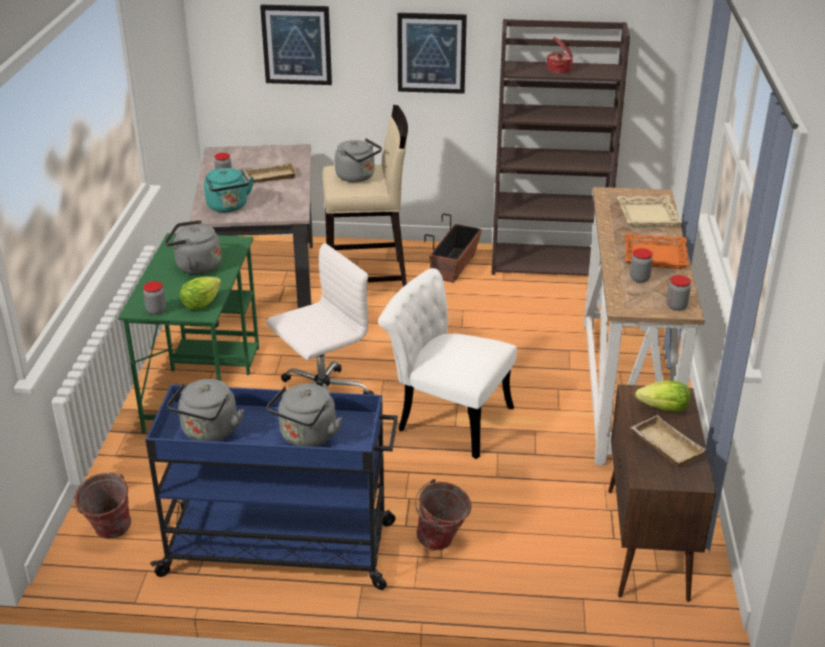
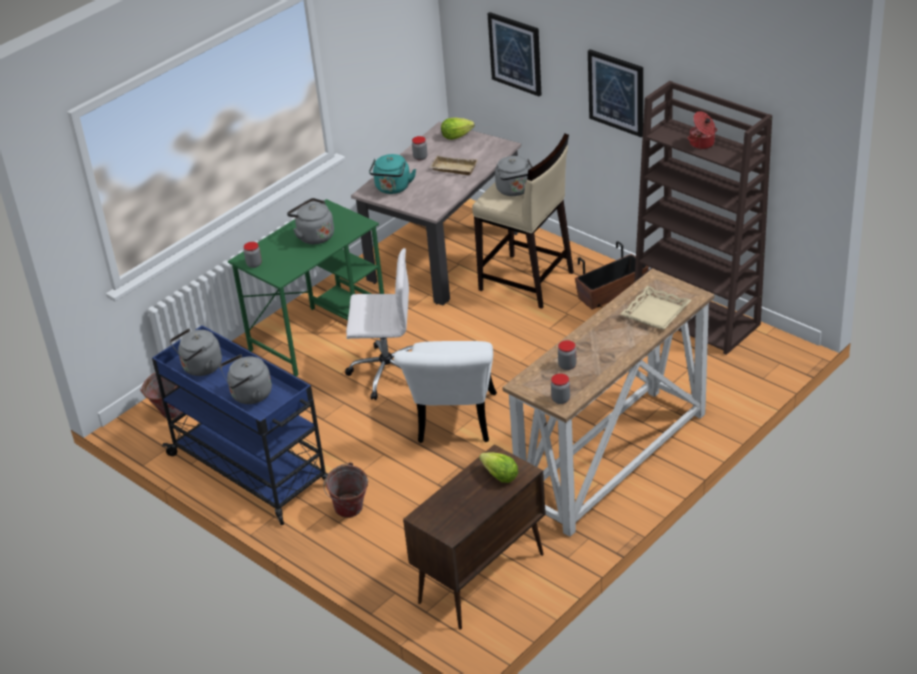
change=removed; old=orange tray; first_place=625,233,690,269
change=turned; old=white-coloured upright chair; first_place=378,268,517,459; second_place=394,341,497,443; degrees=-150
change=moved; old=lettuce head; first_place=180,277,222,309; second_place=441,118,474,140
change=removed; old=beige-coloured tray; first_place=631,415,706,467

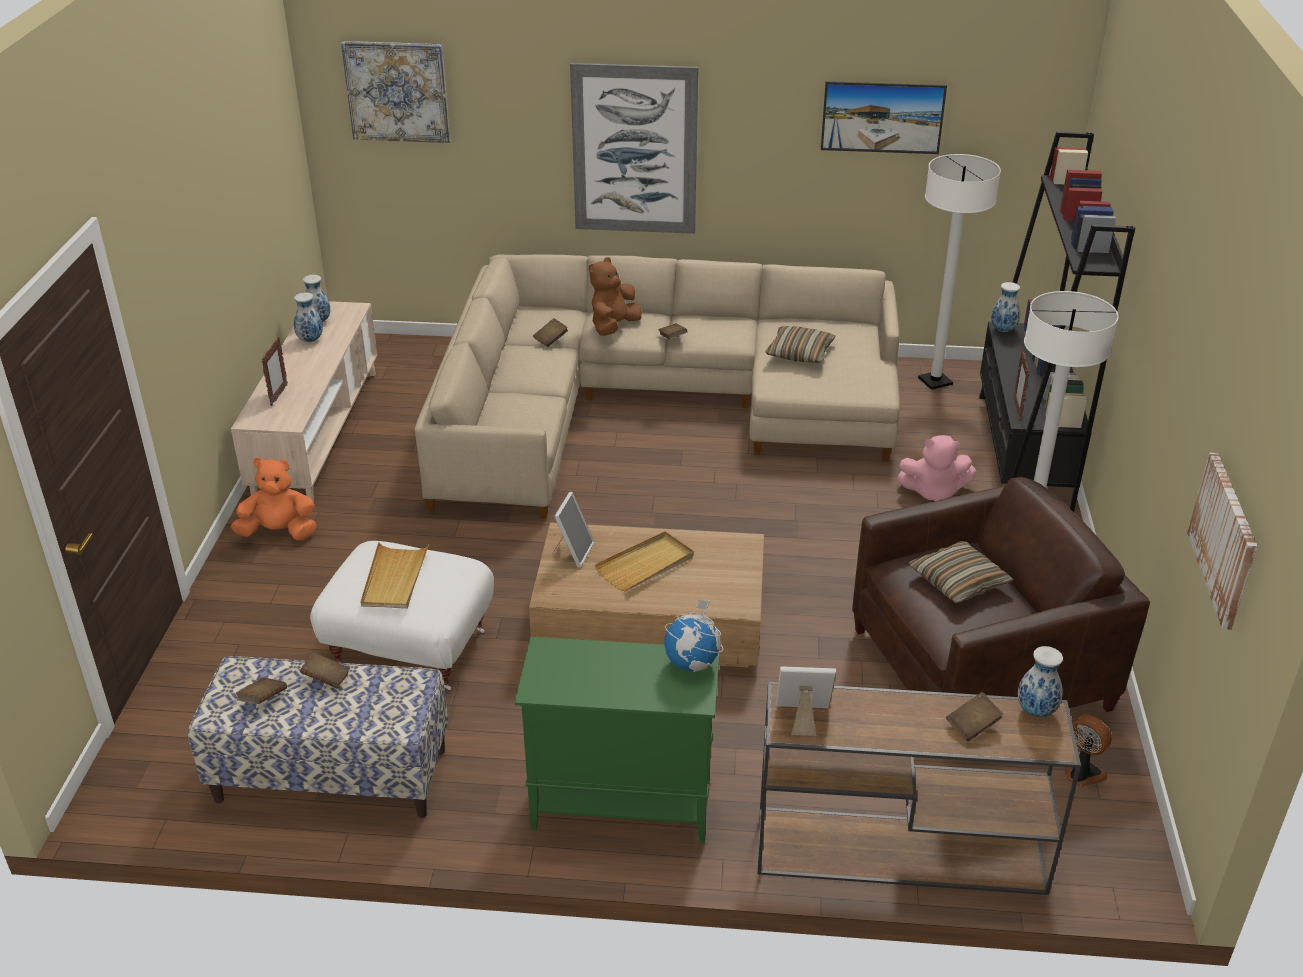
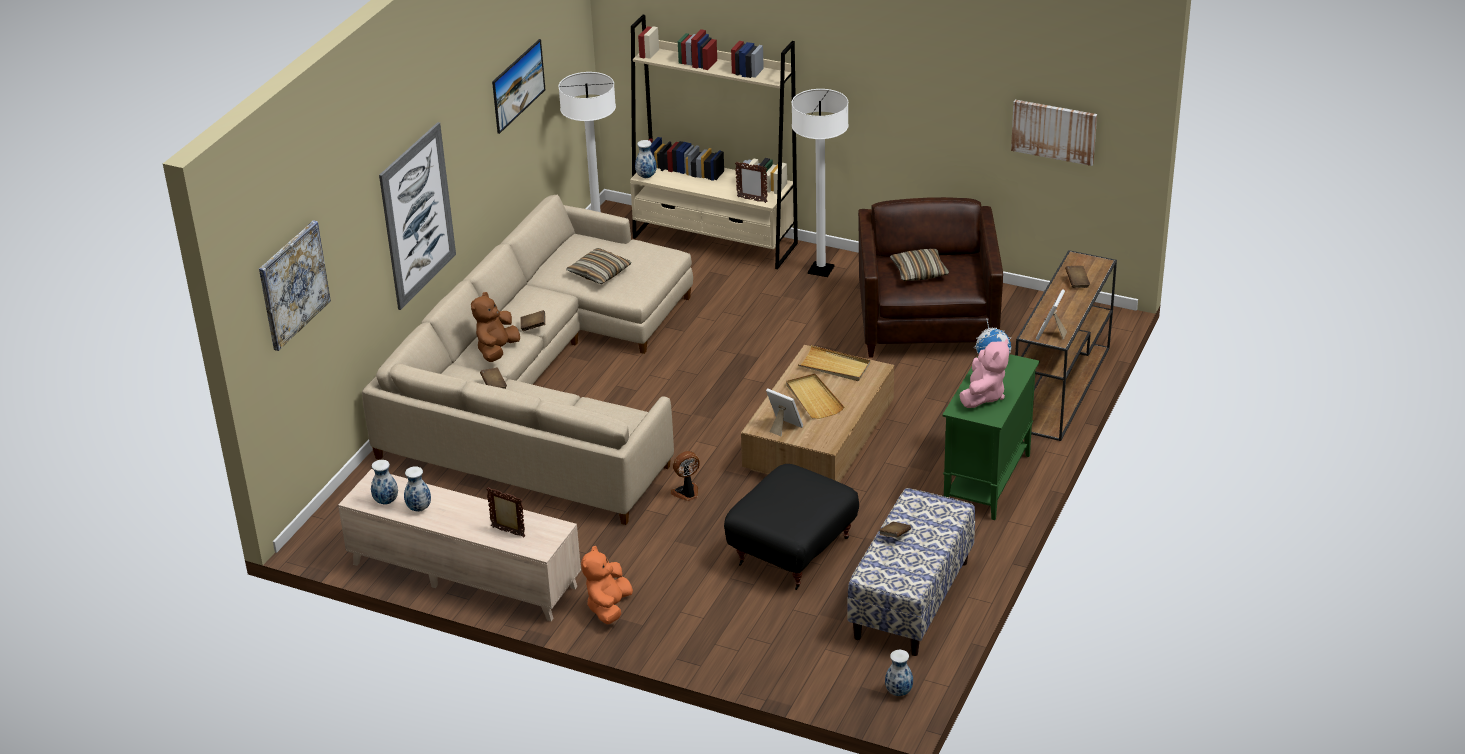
change=recoloured; old=black-coloured bookshelf; new=beige-coloured bookshelf; first_place=979,131,1135,512; second_place=630,15,798,269
change=turned; old=brownish plush toy; first_place=589,257,642,336; second_place=471,292,520,362; degrees=60
change=moved; old=pink plush toy; first_place=897,435,976,501; second_place=960,339,1009,408
change=recoloured; old=white-coloured pouffe; new=black-coloured pouffe; first_place=310,541,494,690; second_place=724,464,859,590
change=moved; old=beige-coloured tray; first_place=361,542,429,609; second_place=798,345,870,381
change=moved; old=flower vase; first_place=1017,646,1063,717; second_place=885,650,913,696
change=removed; old=brownish volume; first_place=236,677,287,704
change=moved; old=electric fan; first_place=1065,715,1112,787; second_place=670,451,700,501

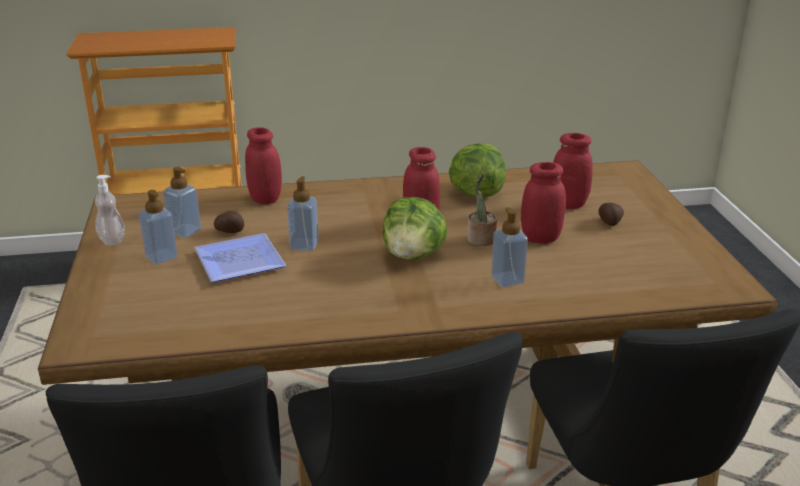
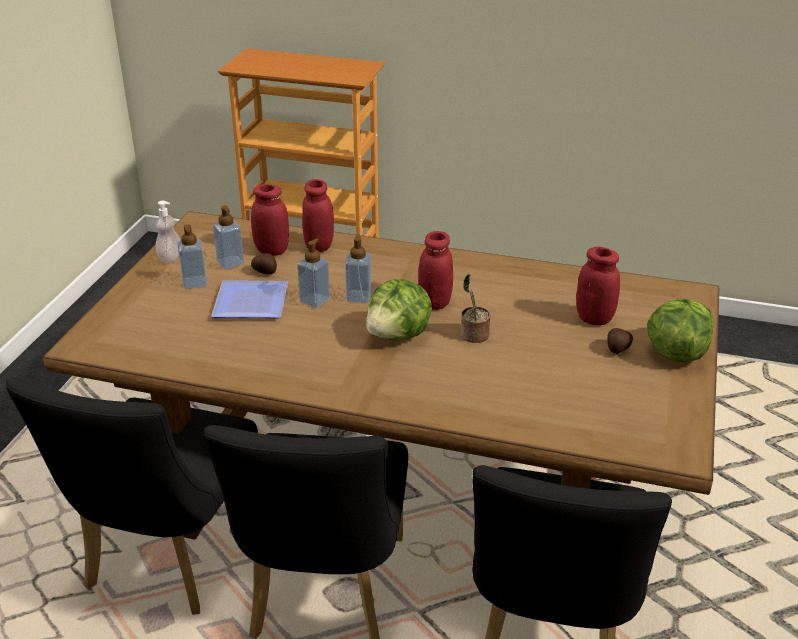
change=moved; old=lettuce head; first_place=449,143,506,198; second_place=647,299,714,363
change=moved; old=red-coloured preserve jar; first_place=521,162,566,244; second_place=251,184,289,256
change=moved; old=liquid soap bottle; first_place=491,207,528,287; second_place=345,234,372,303

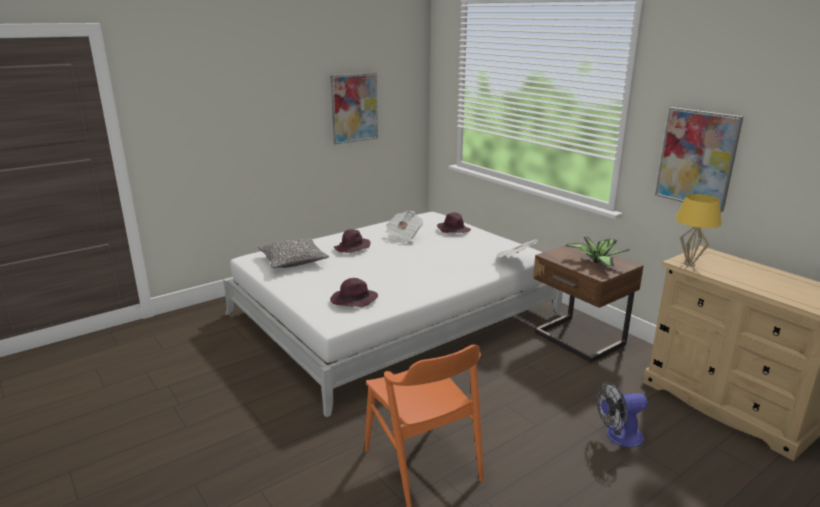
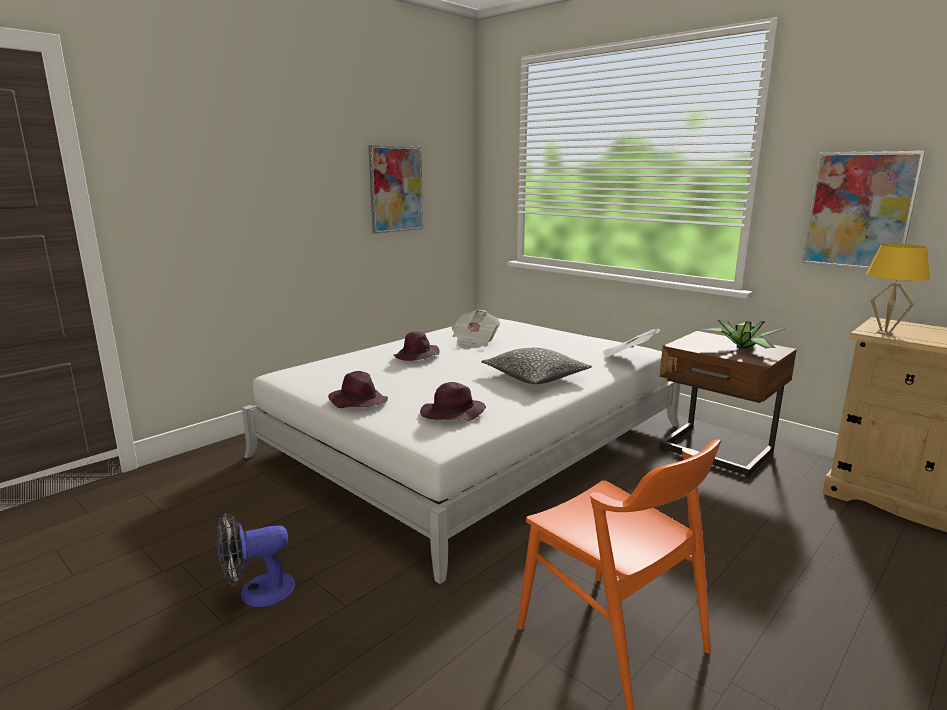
change=moved; old=purple-coloured hat; first_place=437,212,471,233; second_place=328,371,388,408
change=moved; old=cushion; first_place=258,238,329,268; second_place=482,348,592,384
change=moved; old=electric fan; first_place=596,382,648,447; second_place=217,513,295,607

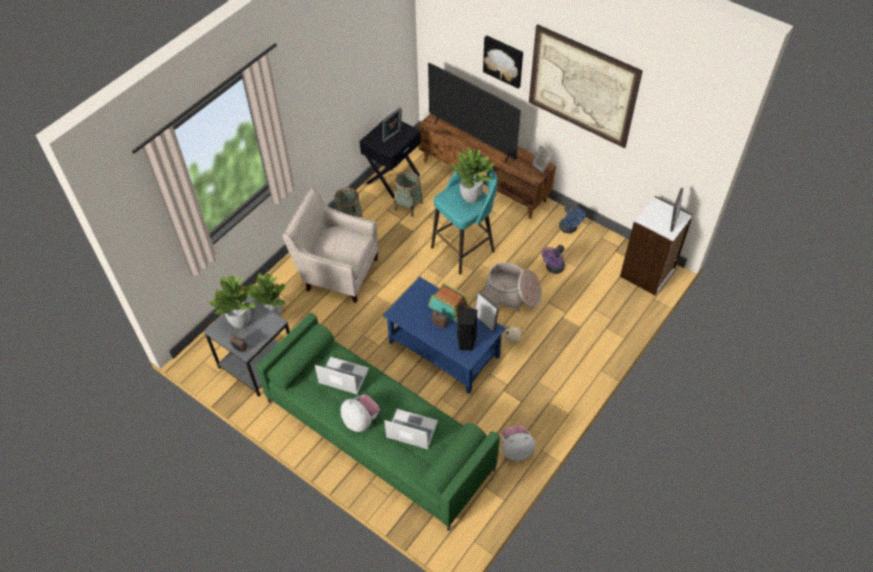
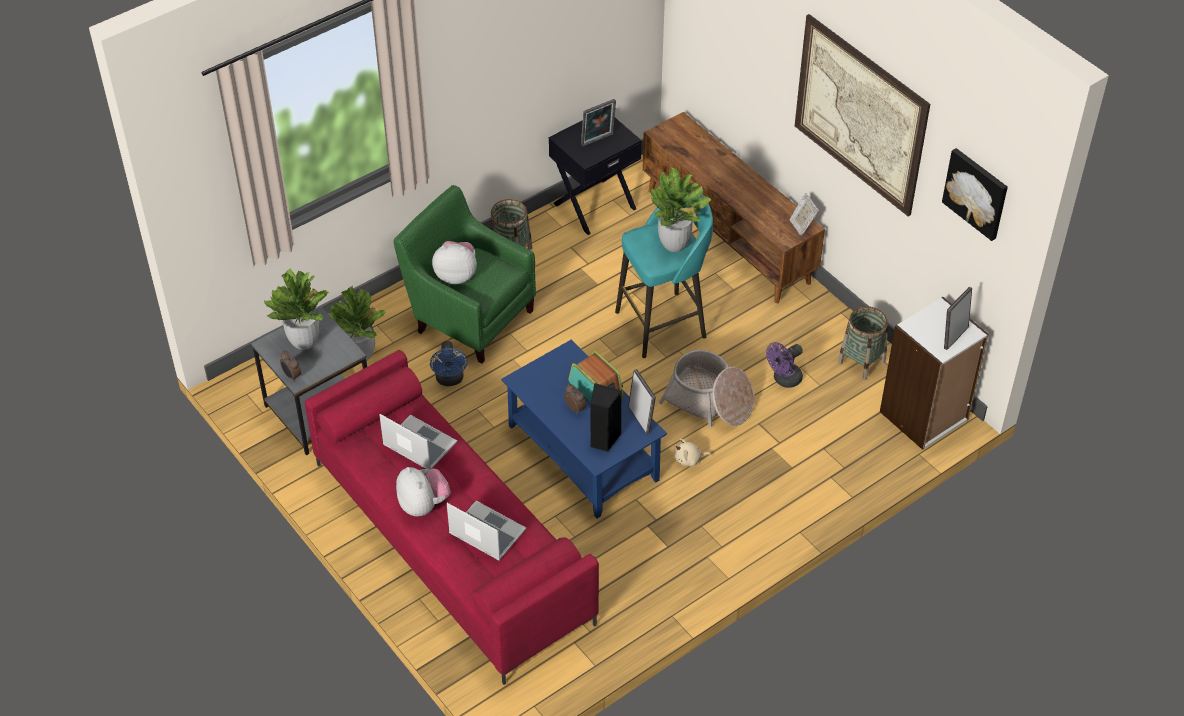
change=moved; old=wall art; first_place=483,35,523,89; second_place=942,148,1008,241
change=removed; old=TV; first_place=428,63,521,163
change=moved; old=household basket; first_place=394,171,423,217; second_place=838,306,888,380
change=recoloured; old=beige-coloured lounge chair; new=green-coloured lounge chair; first_place=283,188,379,303; second_place=394,185,536,364
change=moved; old=bluish electric fan; first_place=559,205,586,233; second_place=430,341,468,386
change=recoloured; old=green-coloured sofa; new=red-coloured sofa; first_place=256,313,500,531; second_place=305,350,599,685
change=moved; old=plush toy; first_place=501,425,535,461; second_place=432,241,477,284

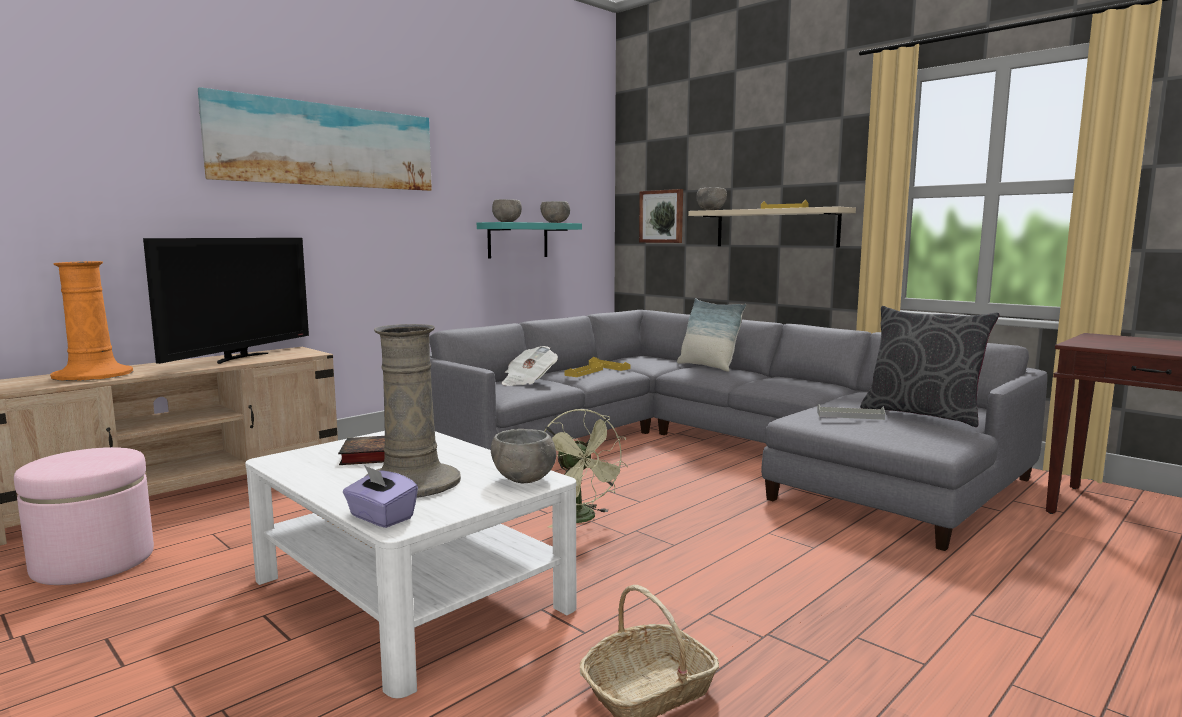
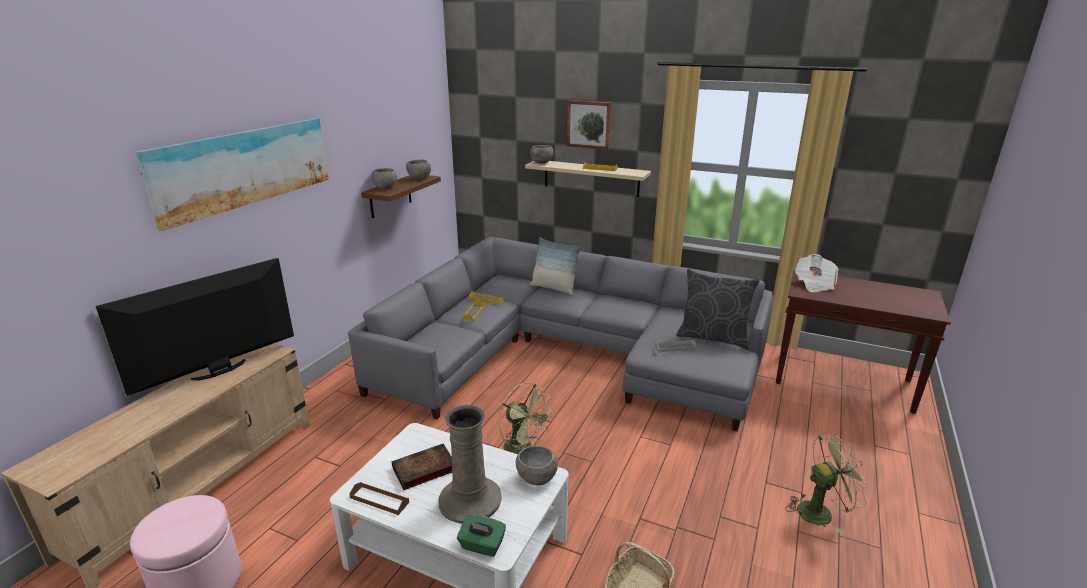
change=moved; old=wall art; first_place=639,189,683,243; second_place=567,100,612,150
change=recoloured; old=turquoise wall shelf; new=brownish wall shelf; first_place=477,222,582,259; second_place=361,175,441,218
change=turned; old=TV; first_place=143,238,309,364; second_place=96,258,294,396; degrees=-135
change=removed; old=orange flower vase; first_place=50,261,133,381
change=moved; old=newspaper; first_place=502,346,558,386; second_place=795,254,839,292
change=recoloured; old=purple-coloured tissue box; new=green-coloured tissue box; first_place=343,465,418,528; second_place=457,515,506,557
change=added; new=green-coloured electric fan; second_place=785,434,869,534
change=added; new=brownish tray; second_place=349,482,409,515

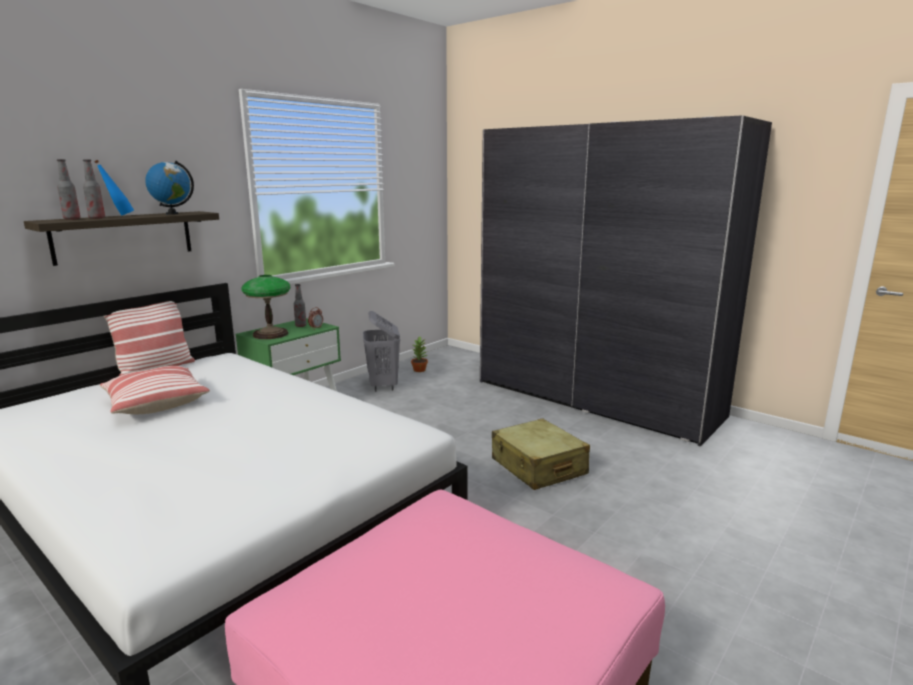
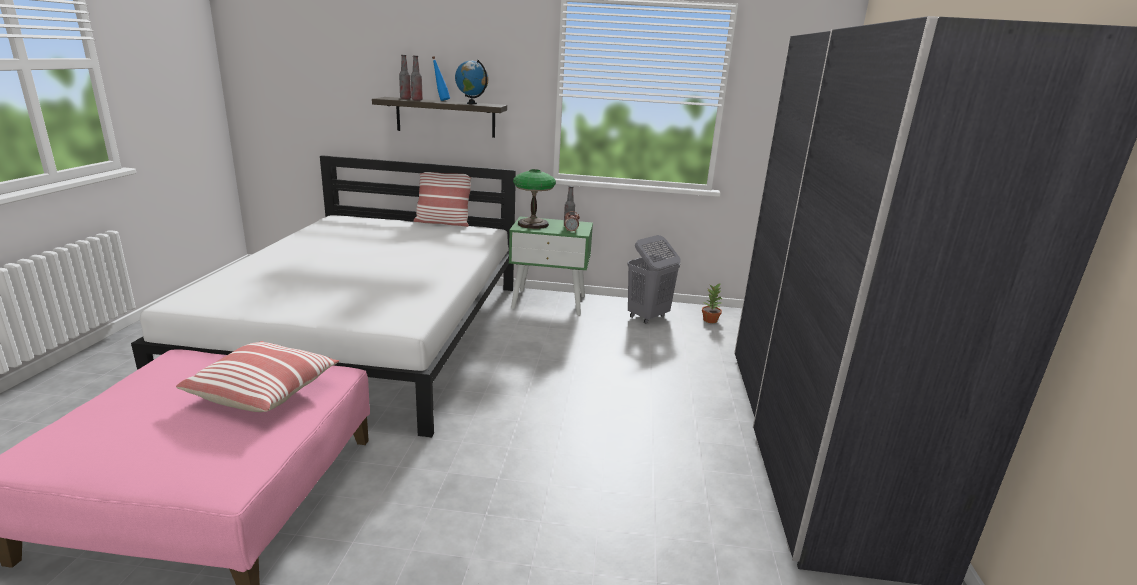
change=moved; old=cushion; first_place=100,366,210,414; second_place=176,341,339,412
change=removed; old=beige-coloured suitcase; first_place=492,418,590,490

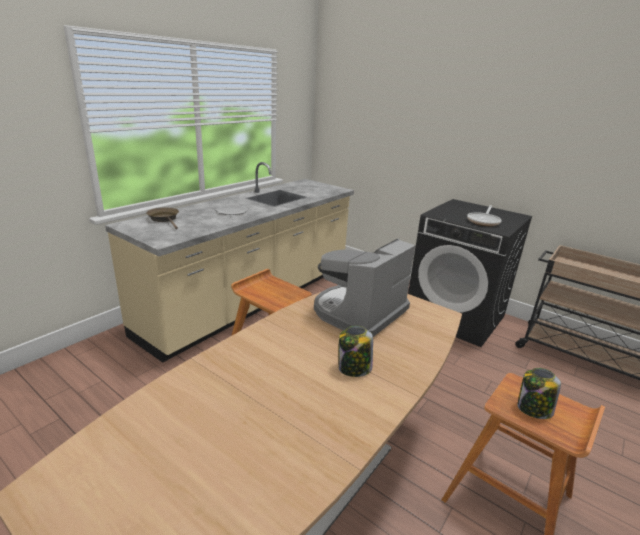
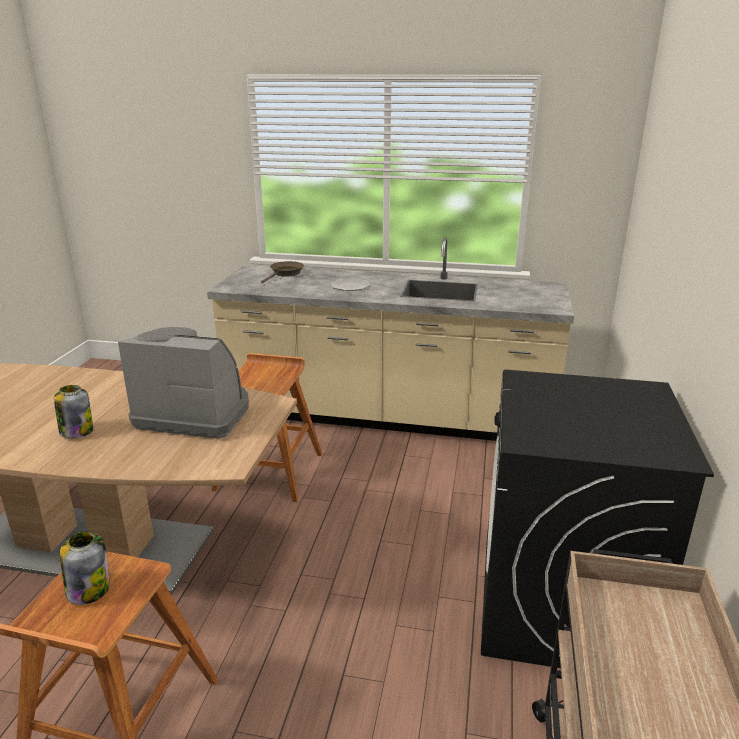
change=removed; old=frying pan; first_place=467,205,501,226

